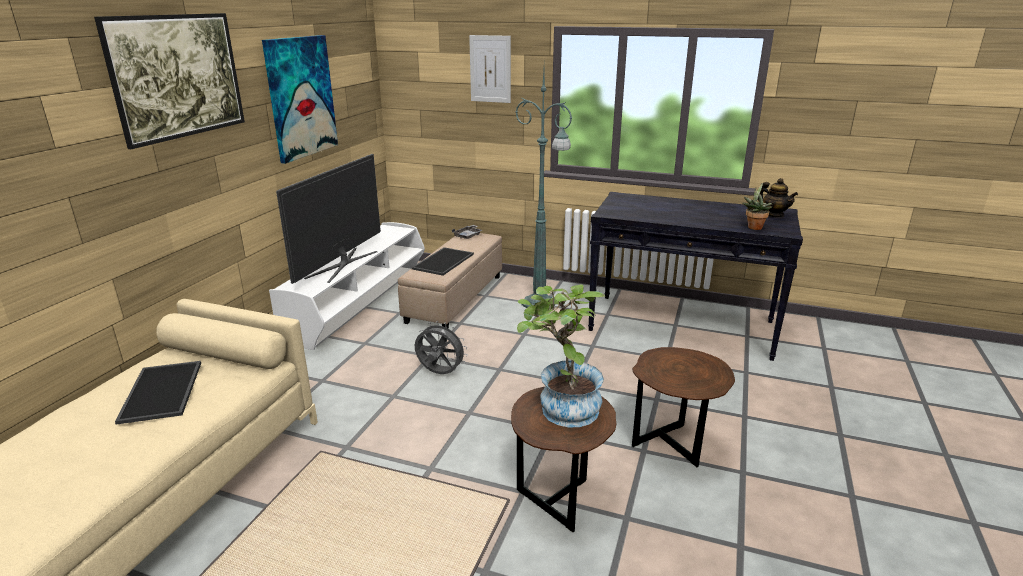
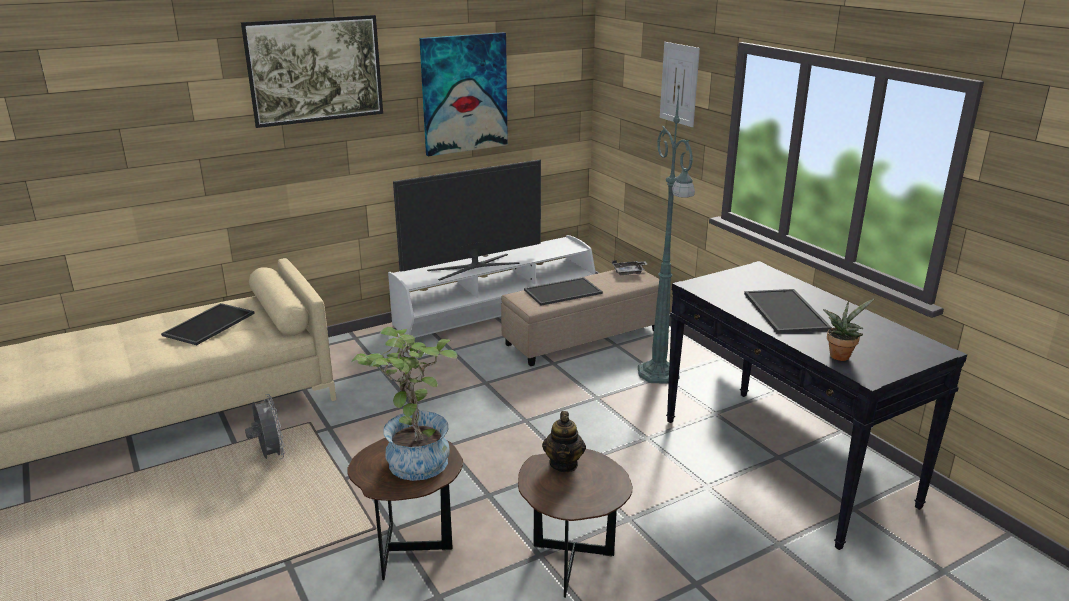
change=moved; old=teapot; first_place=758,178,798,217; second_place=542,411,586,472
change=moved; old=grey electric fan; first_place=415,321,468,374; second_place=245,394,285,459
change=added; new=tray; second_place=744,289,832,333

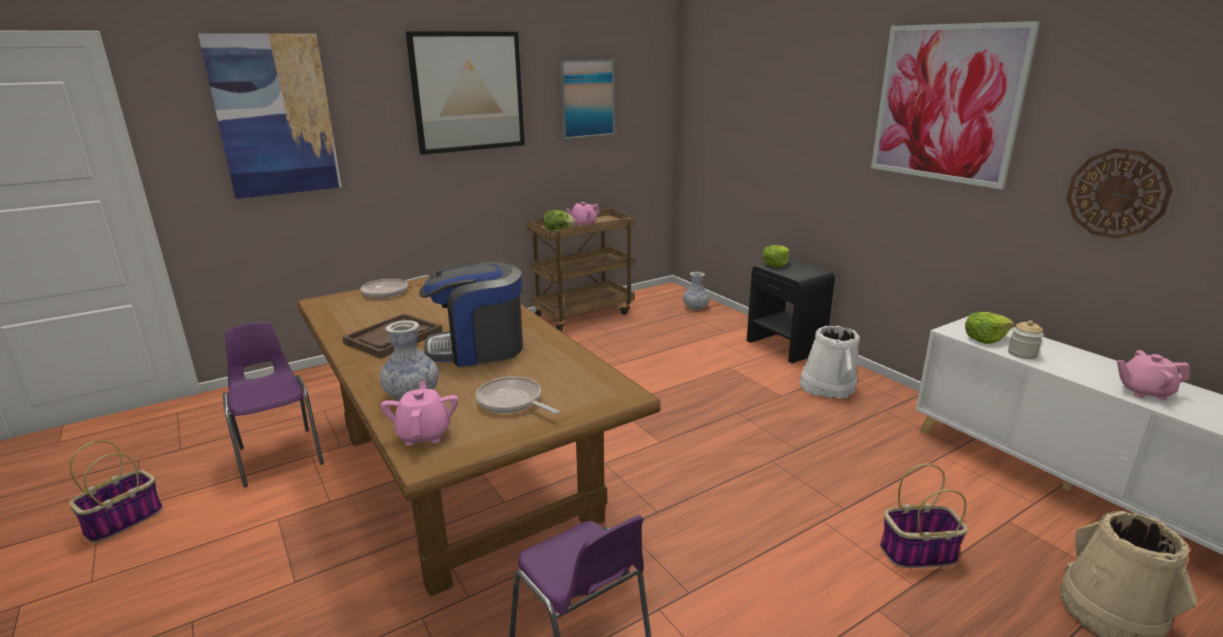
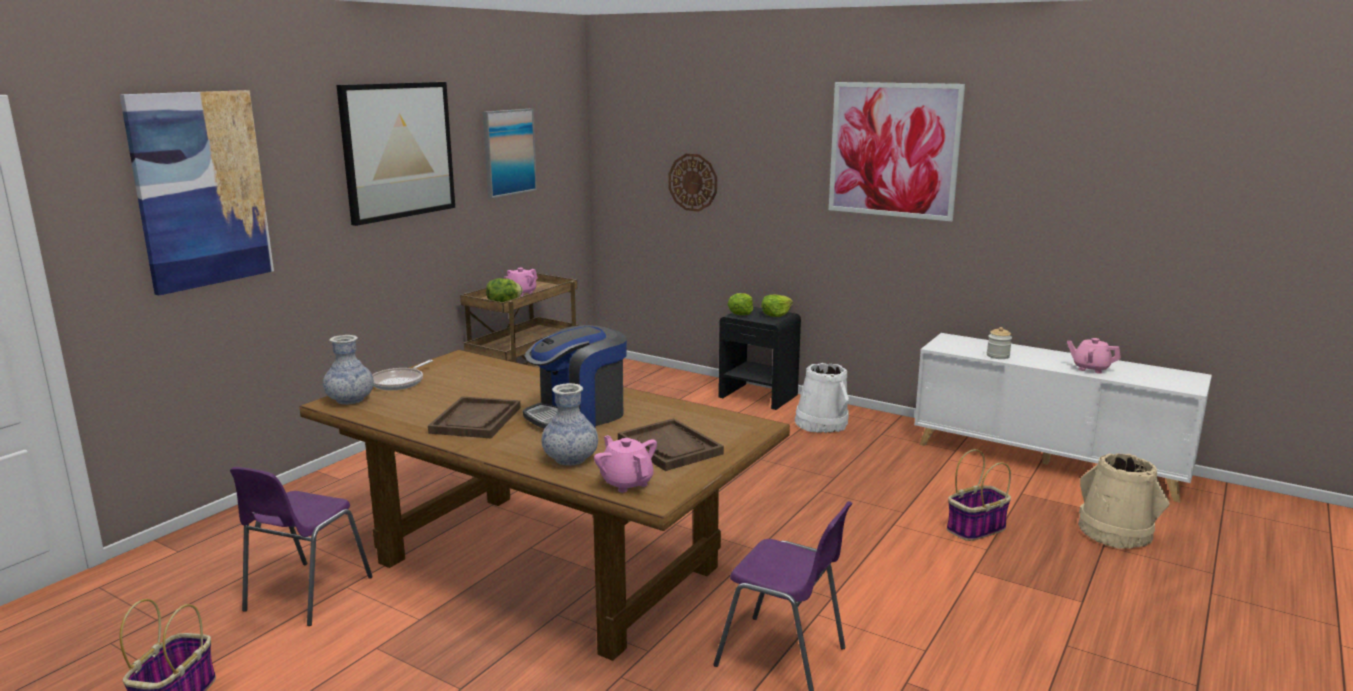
change=moved; old=hanging clock; first_place=1066,148,1173,239; second_place=668,154,717,212
change=moved; old=flower vase; first_place=683,272,710,310; second_place=323,335,374,405
change=moved; old=lettuce head; first_place=965,312,1014,344; second_place=761,295,793,317
change=turned; old=purple-coloured upright chair; first_place=223,322,324,487; second_place=230,467,373,626; degrees=-105
change=turned; old=pink teapot; first_place=1117,350,1190,400; second_place=1067,338,1121,374; degrees=45
change=replaced; old=frying pan; new=brownish tray; first_place=476,377,559,414; second_place=618,418,724,471

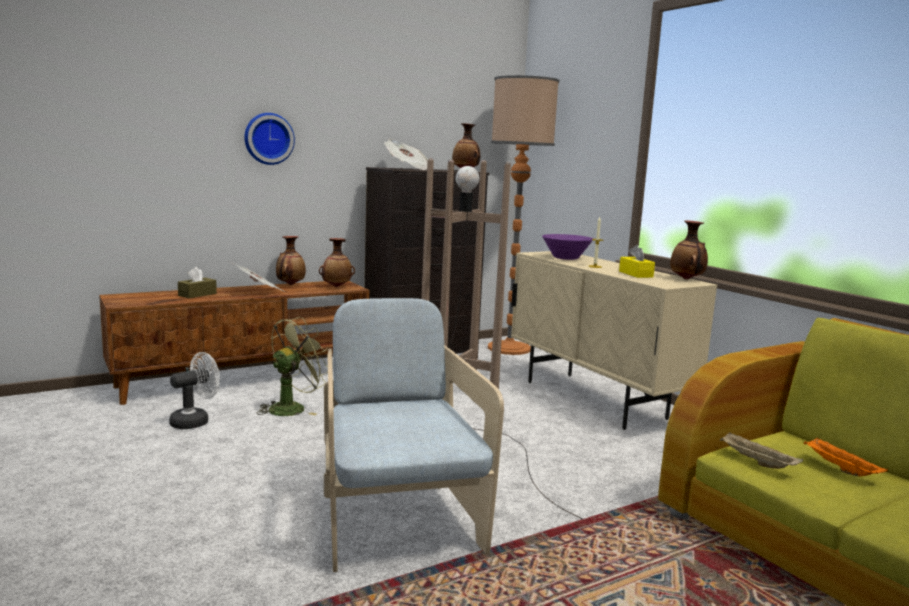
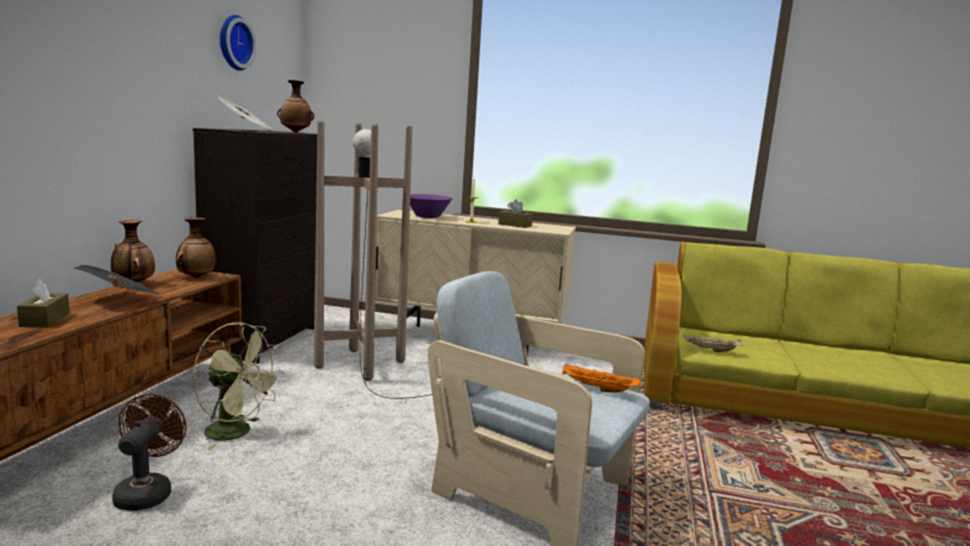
change=removed; old=floor lamp; first_place=488,75,559,355
change=moved; old=hanging clock; first_place=244,113,295,165; second_place=220,15,256,71
change=removed; old=flower vase; first_place=670,220,708,280
change=recoloured; old=yellowish tissue box; new=brownish tissue box; first_place=619,245,655,278; second_place=498,199,533,228
change=turned; old=green-coloured electric fan; first_place=257,316,328,416; second_place=193,322,284,450; degrees=120
change=recoloured; old=white-coloured electric fan; new=brownish electric fan; first_place=169,352,220,429; second_place=112,394,187,511
change=moved; old=orange tray; first_place=803,438,888,476; second_place=562,364,641,393

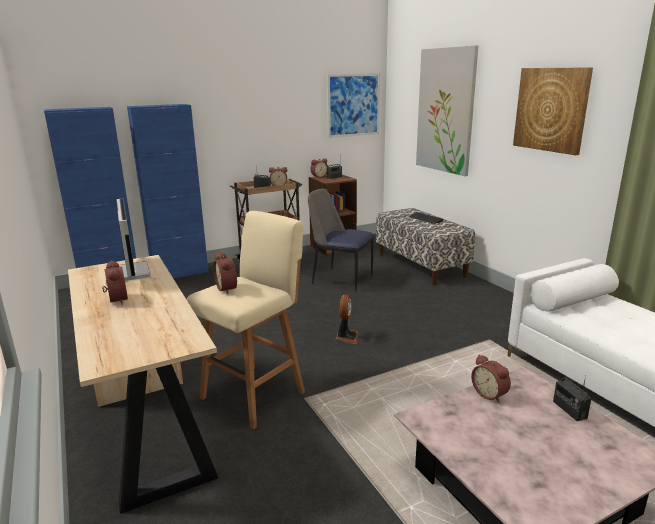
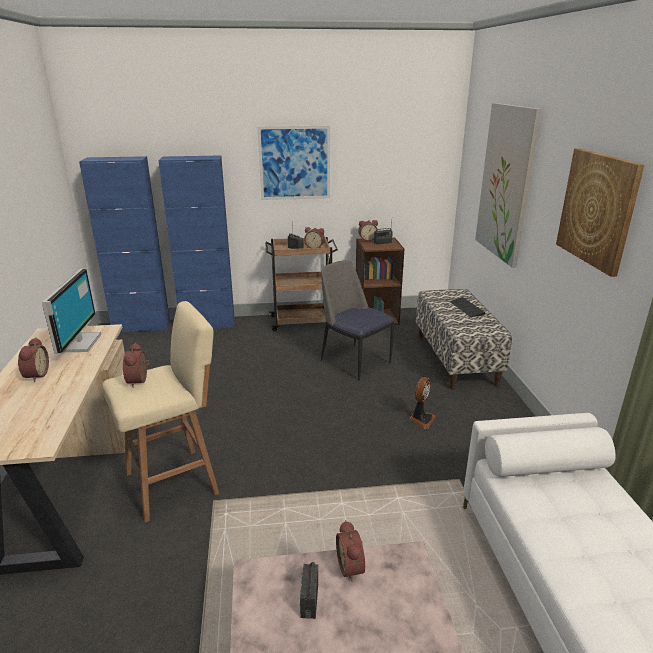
change=moved; old=wall art; first_place=327,73,380,138; second_place=258,125,330,200
change=moved; old=electric fan; first_place=336,294,359,344; second_place=410,377,436,428
change=moved; old=radio set; first_place=553,375,592,421; second_place=300,562,318,619

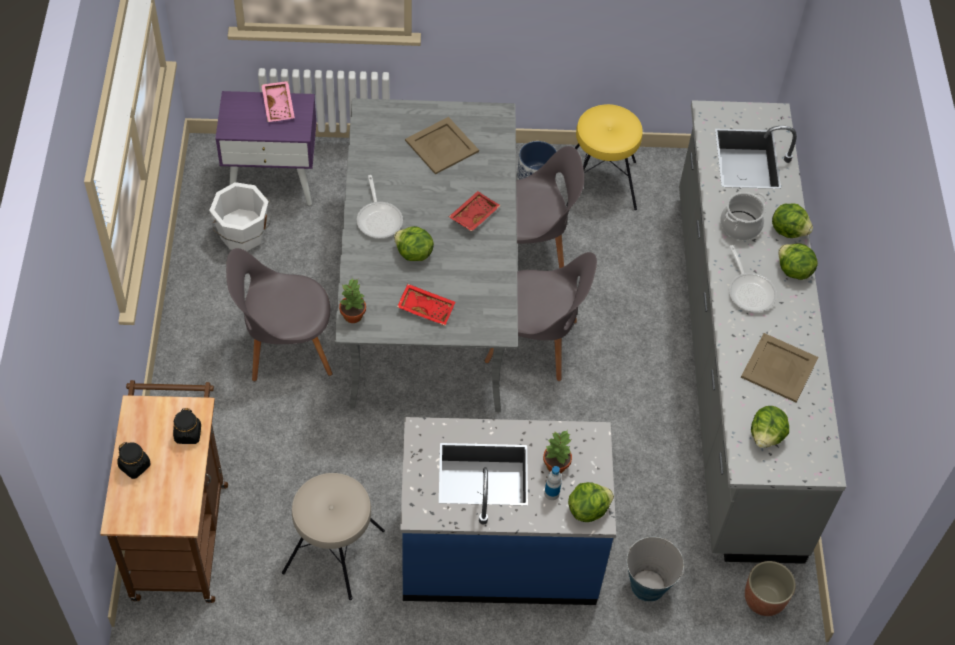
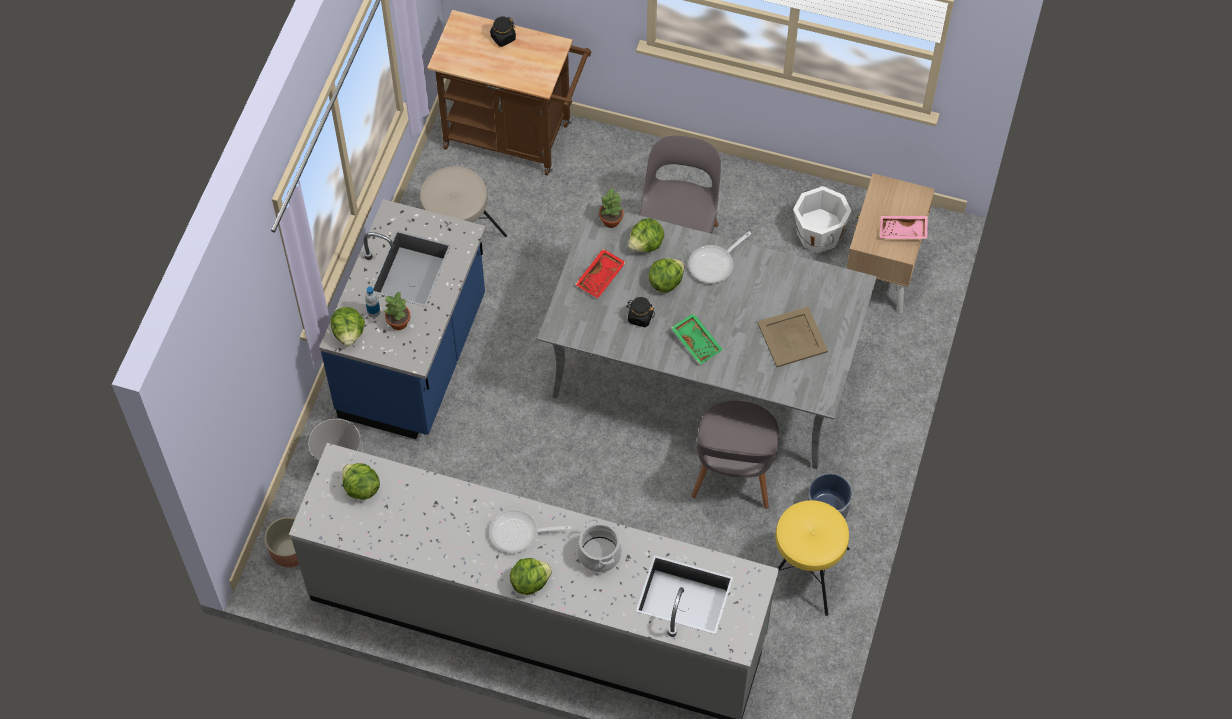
change=recoloured; old=purple-coloured nightstand; new=beige-coloured nightstand; first_place=215,91,317,205; second_place=847,173,935,314
change=turned; old=frying pan; first_place=357,175,403,239; second_place=689,231,751,283; degrees=-45
change=recoloured; old=red-coloured tray; new=green-coloured tray; first_place=449,191,501,232; second_place=671,313,723,365
change=moved; old=lettuce head; first_place=772,204,813,238; second_place=628,218,664,252
change=removed; old=grey upright chair; first_place=485,252,597,381
change=removed; old=beige-coloured tray; first_place=741,333,819,402
change=moved; old=black-coloured preserve jar; first_place=173,408,201,444; second_place=626,297,655,327

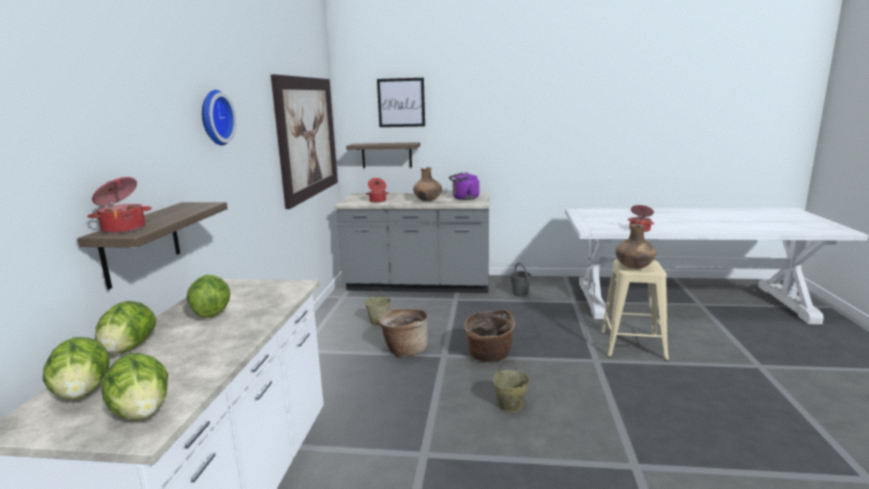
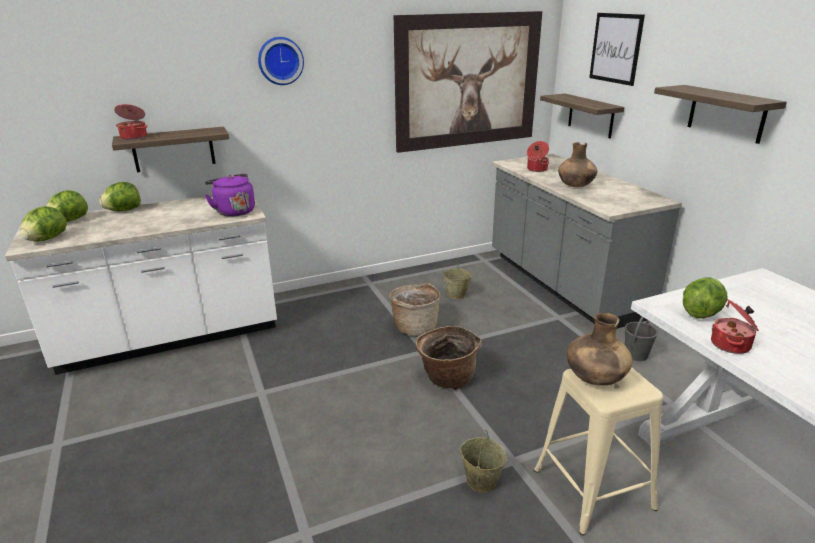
change=moved; old=purple-coloured water kettle; first_place=449,172,479,200; second_place=205,174,255,217
change=moved; old=lettuce head; first_place=187,275,230,318; second_place=683,277,727,319
change=moved; old=beige-coloured bucket; first_place=493,360,530,412; second_place=460,430,507,493
change=added; new=wall shelf; second_place=654,85,787,144

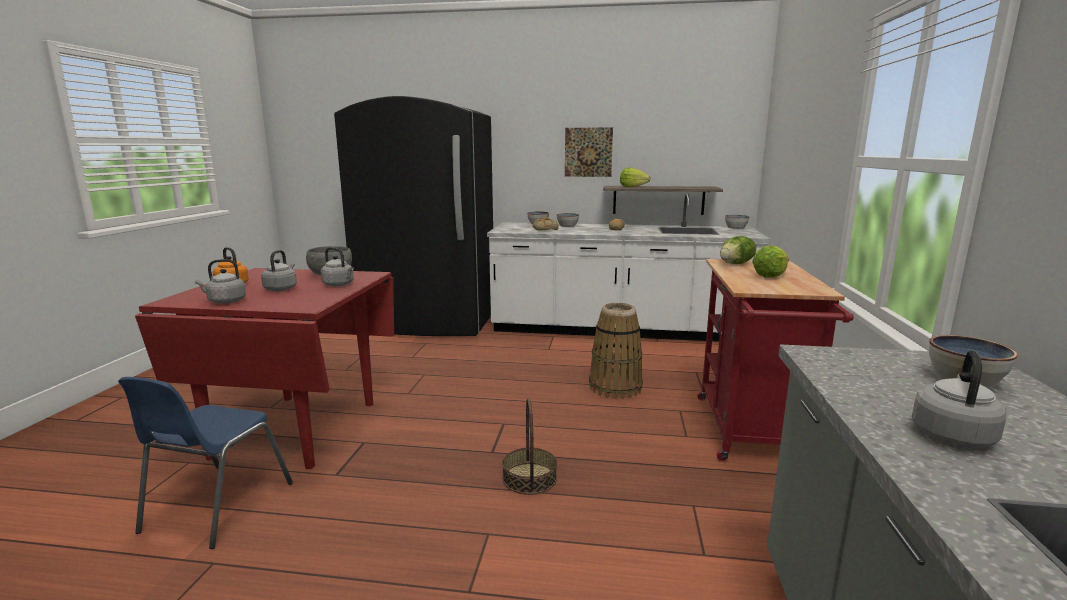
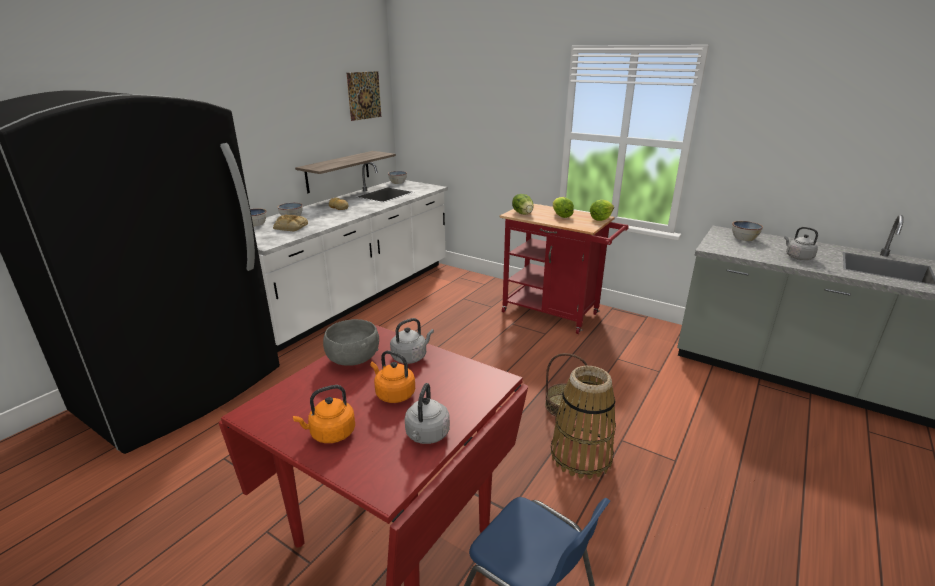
change=moved; old=wall art; first_place=565,127,613,177; second_place=347,71,381,121
change=moved; old=lettuce head; first_place=620,168,650,187; second_place=590,200,614,221
change=recoloured; old=grey water kettle; new=orange water kettle; first_place=261,250,297,291; second_place=370,350,415,403
change=moved; old=household basket; first_place=589,303,643,399; second_place=551,366,616,479

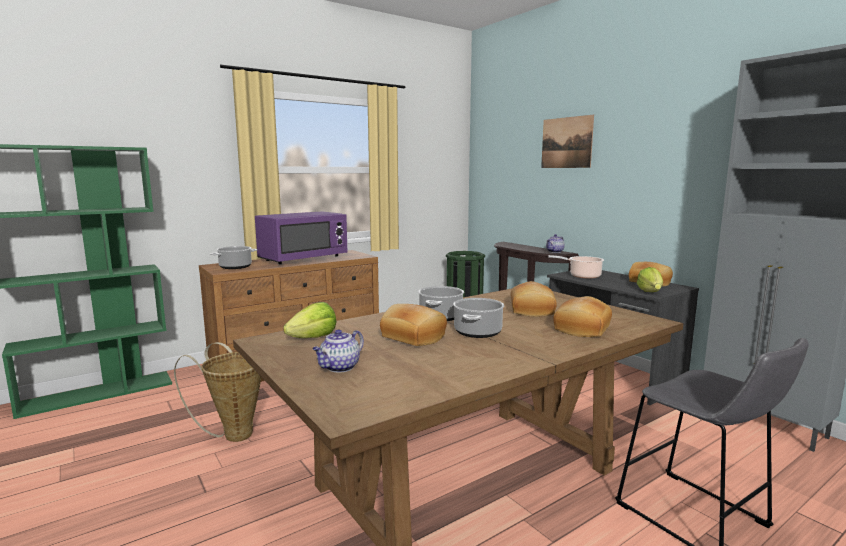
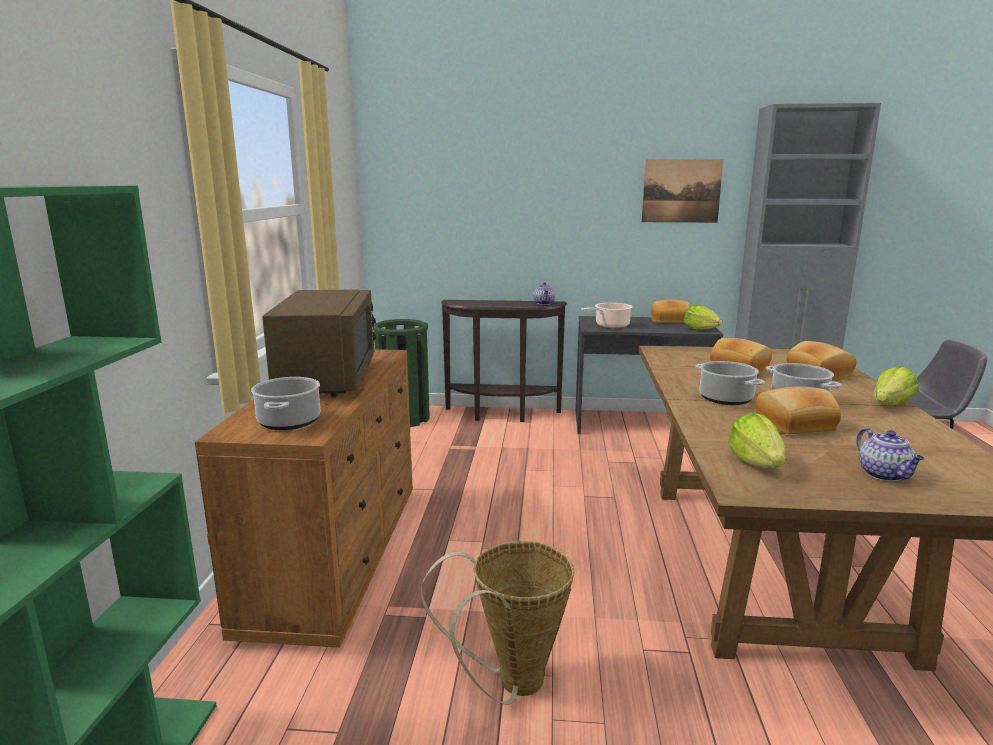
change=moved; old=wall art; first_place=541,114,594,168; second_place=642,160,723,223
change=recoloured; old=purple-coloured microwave; new=brownish microwave; first_place=255,212,348,264; second_place=262,289,376,397
change=added; new=lettuce head; second_place=874,366,919,406

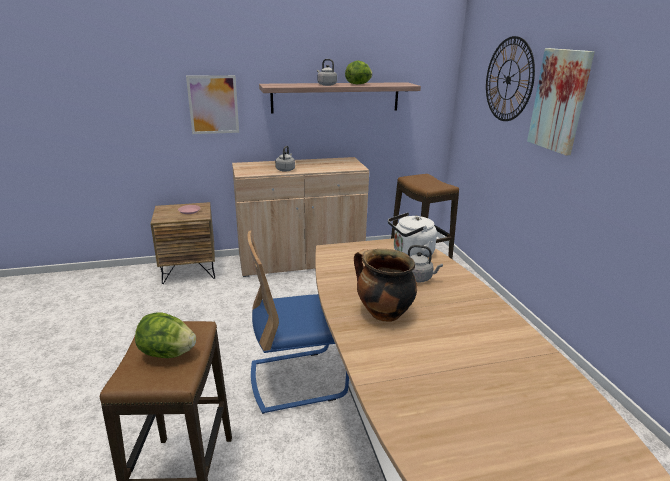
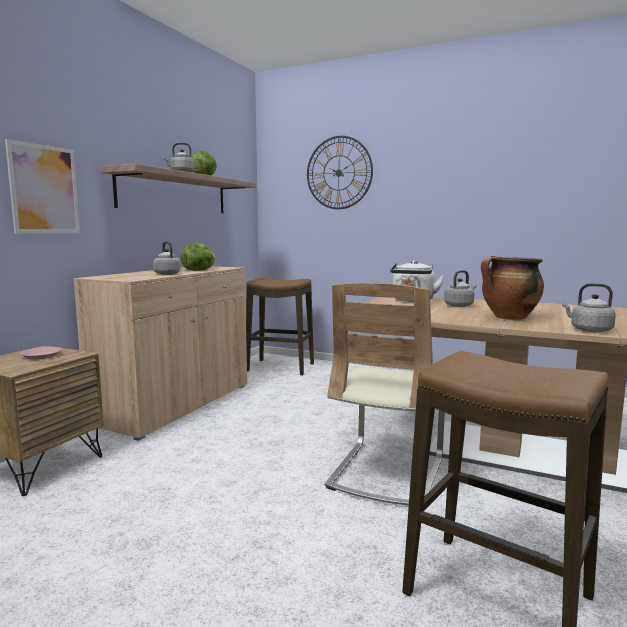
change=removed; old=wall art; first_place=527,48,595,155
change=recoloured; old=bluish upright chair; new=beige-coloured upright chair; first_place=248,231,349,414; second_place=325,283,445,506
change=moved; old=lettuce head; first_place=135,312,196,358; second_place=181,243,216,271
change=added; new=grey water kettle; second_place=562,283,616,332

